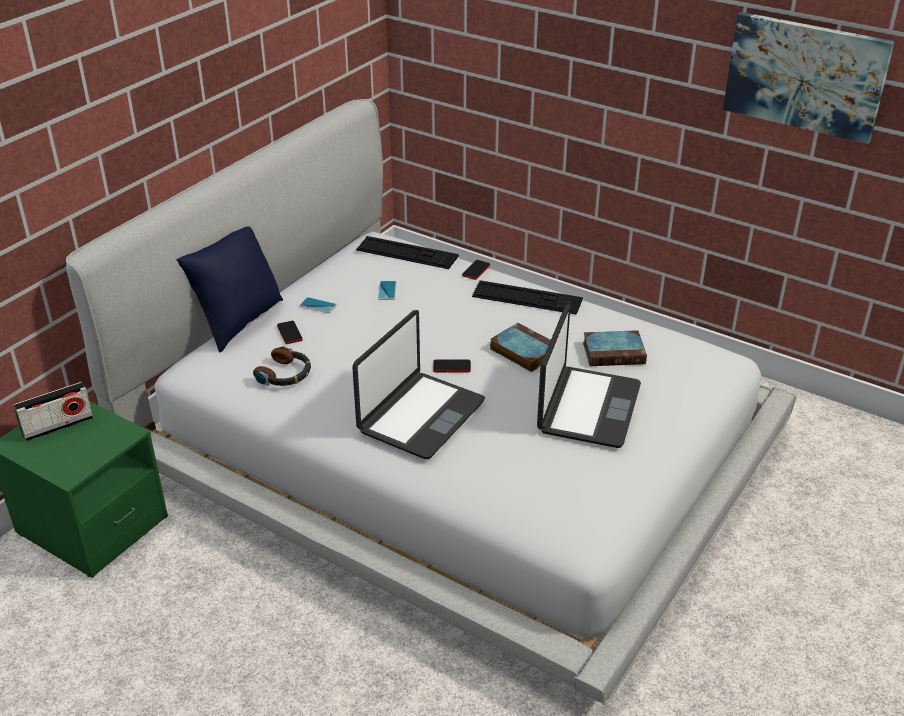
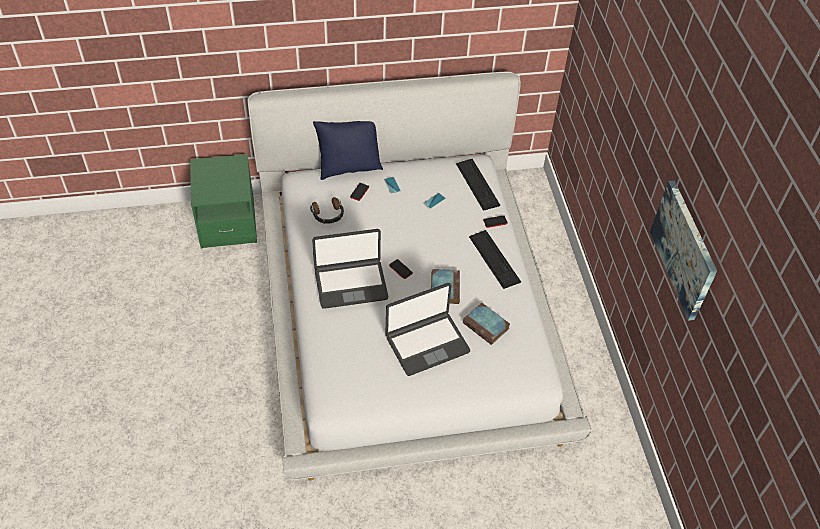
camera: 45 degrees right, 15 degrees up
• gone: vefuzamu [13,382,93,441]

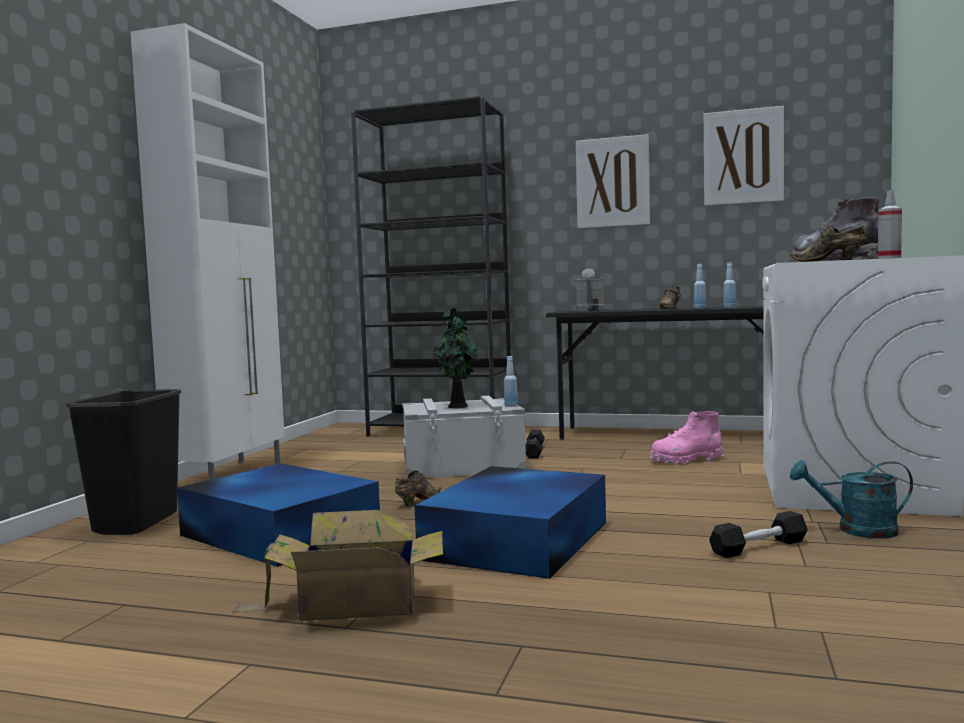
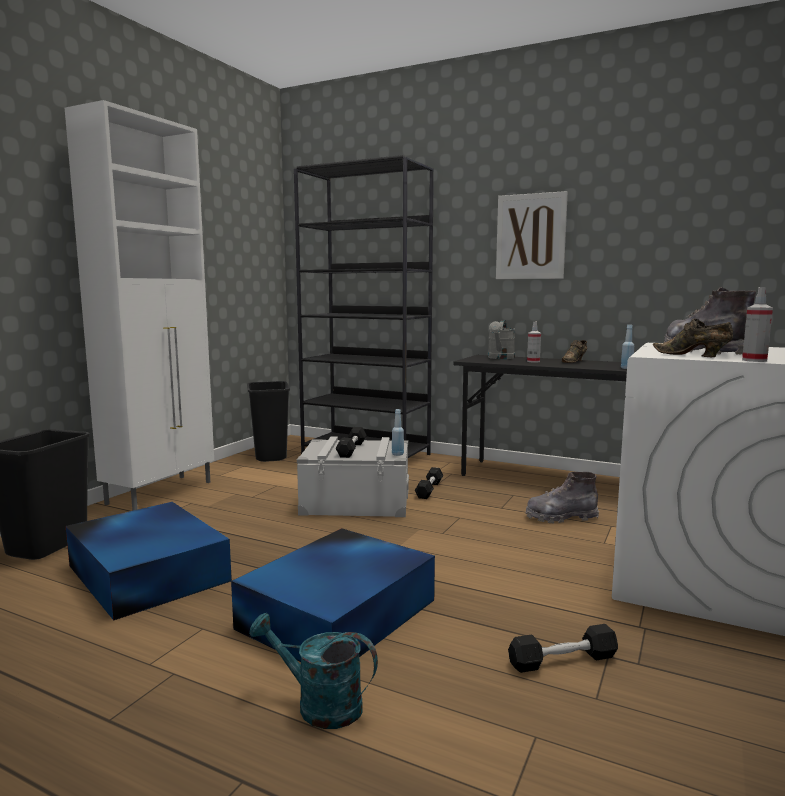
camera: 10 degrees right, 5 degrees up
• gone: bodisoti [704,106,784,206]
• gone: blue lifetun [694,264,706,309]
• swapped: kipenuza [433,308,479,408] to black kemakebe [336,427,367,458]
• repainted: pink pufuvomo [650,411,724,465] to grey pufuvomo [525,472,599,524]
• shifted: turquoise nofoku [790,460,913,539] to [249,613,378,729]
• gone: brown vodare [395,470,442,506]
• gone: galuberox [233,510,443,621]
• new: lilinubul [527,322,541,363]
• new: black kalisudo [247,381,290,462]

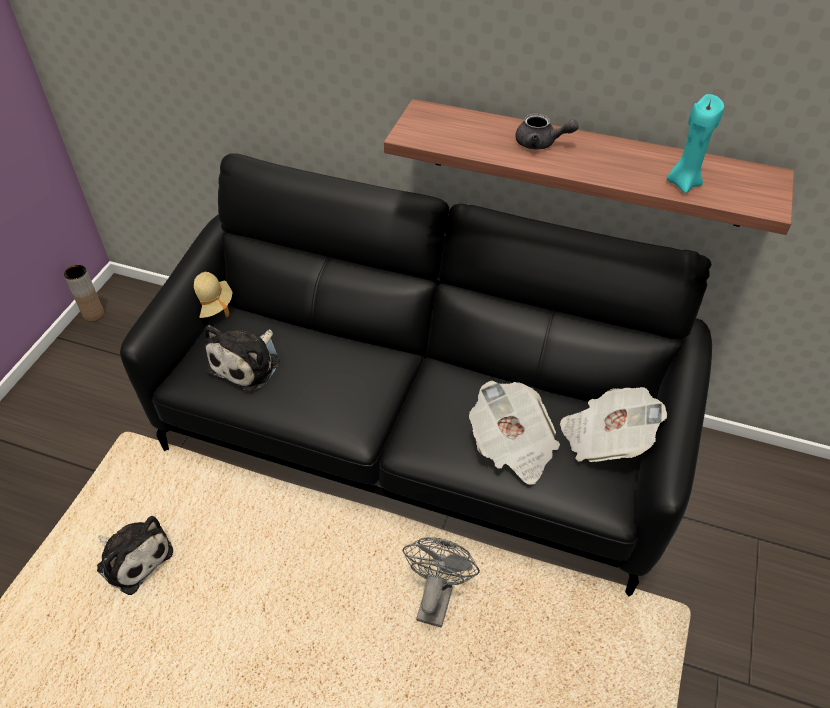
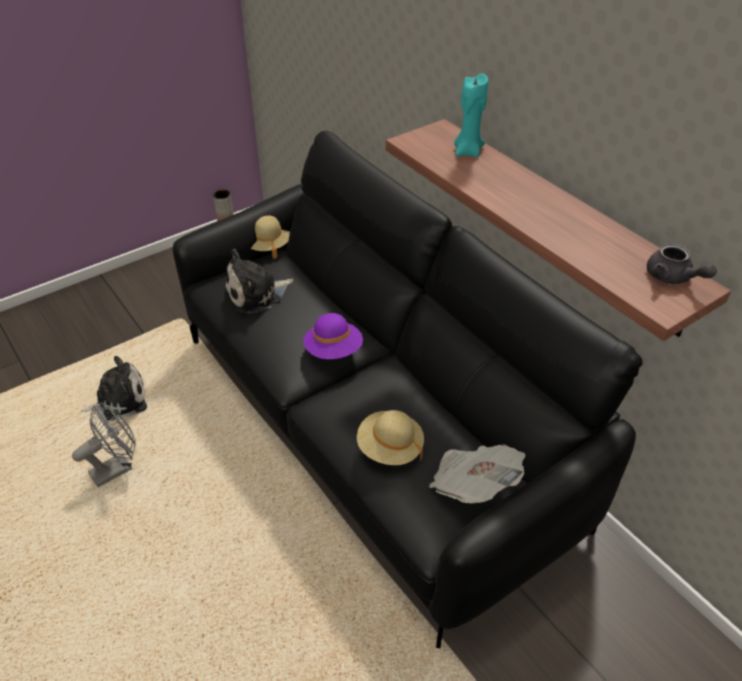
camera: 35 degrees right, 5 degrees down
• shifted: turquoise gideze [667,94,724,193] to [454,73,488,157]
• shifted: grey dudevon [515,113,579,150] to [647,243,717,284]
• swapped: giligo [469,381,560,485] to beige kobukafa [357,410,424,465]
• rotated: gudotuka [97,516,173,595] = [81,356,147,420] 90 degrees counterclockwise
• shifted: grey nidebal [403,537,480,627] to [72,405,136,487]
• new: purple kobukafa [303,313,363,359]

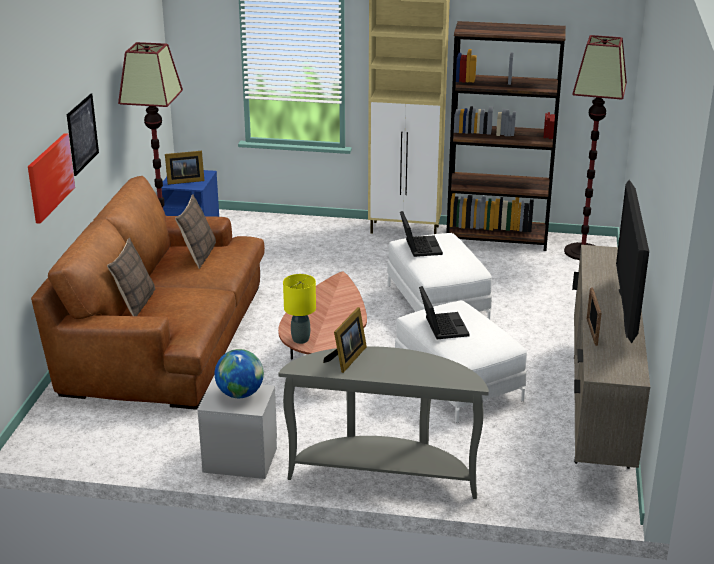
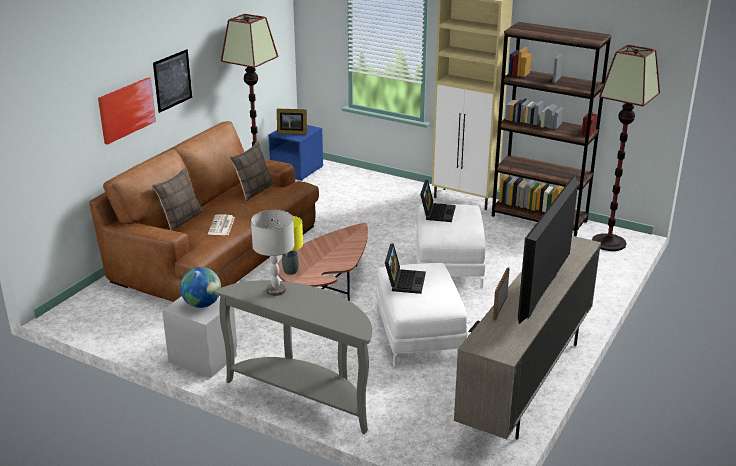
camera: 20 degrees right, 0 degrees up
• swapped: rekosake [323,307,367,373] to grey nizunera [251,210,295,296]
• new: giligo [208,215,235,235]

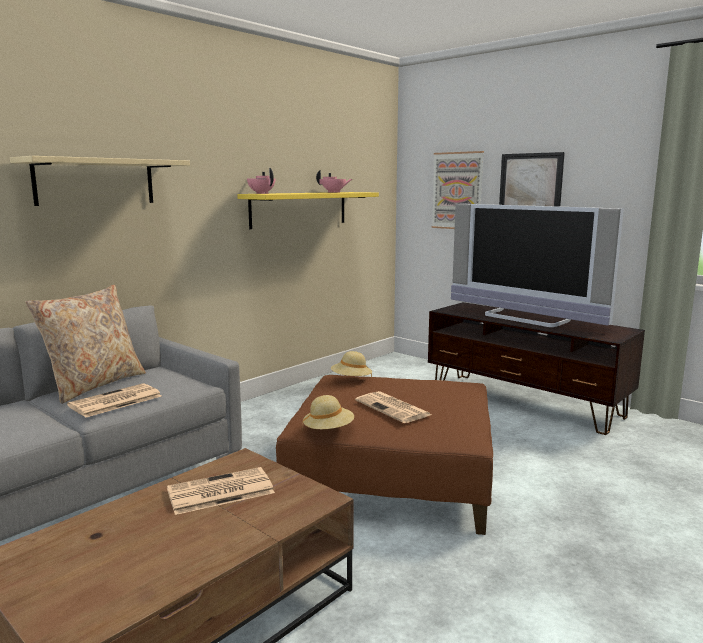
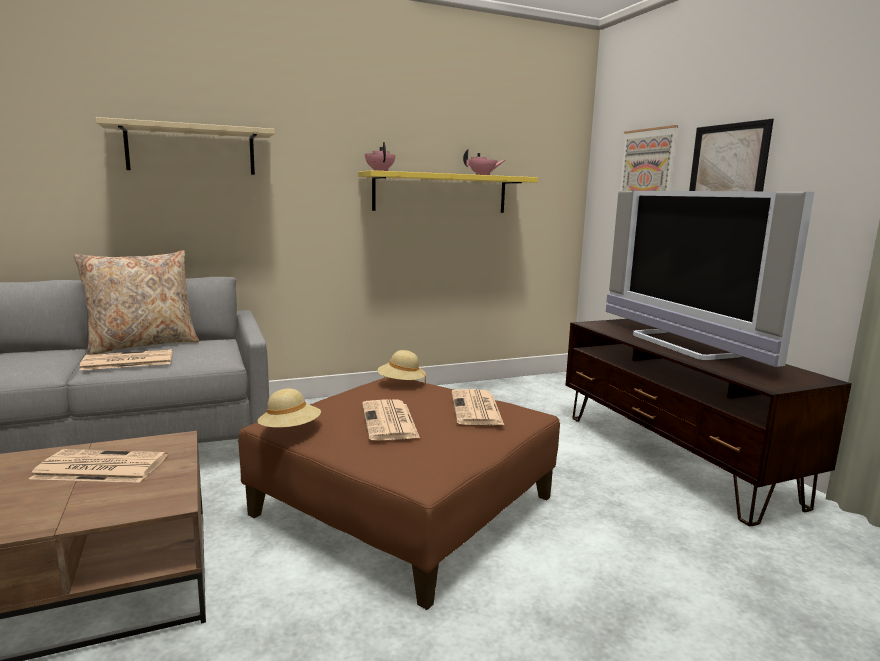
camera: 25 degrees right, 0 degrees up
• new: giligo [451,389,504,425]

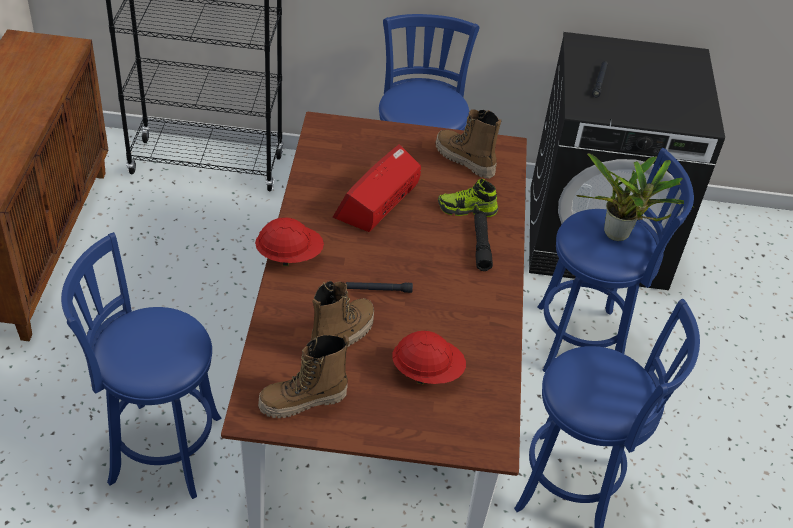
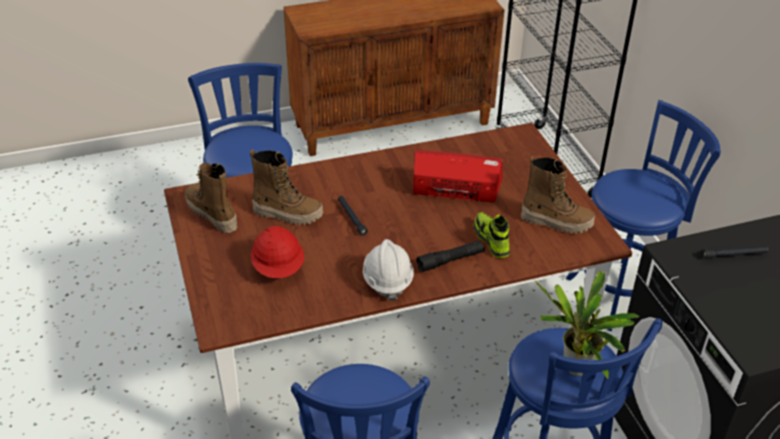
camera: 70 degrees right, 5 degrees down
• rotated: pufuvomo [435,109,502,179] = [521,156,595,234] 90 degrees clockwise
• gone: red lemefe [255,217,324,266]
• new: white lemefe [363,239,414,301]

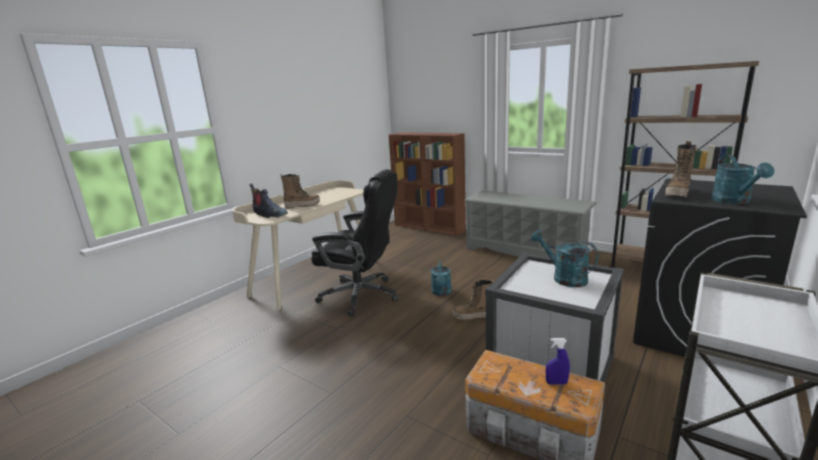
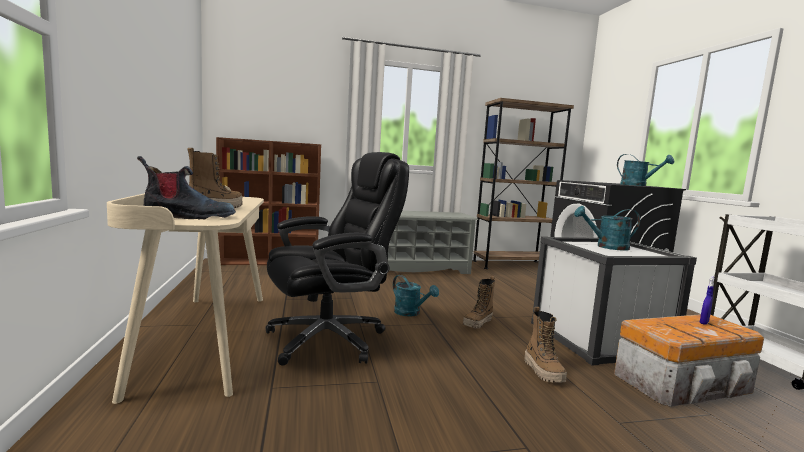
camera: 50 degrees left, 10 degrees down
• shifted: pufuvomo [665,141,698,197] to [524,307,567,382]

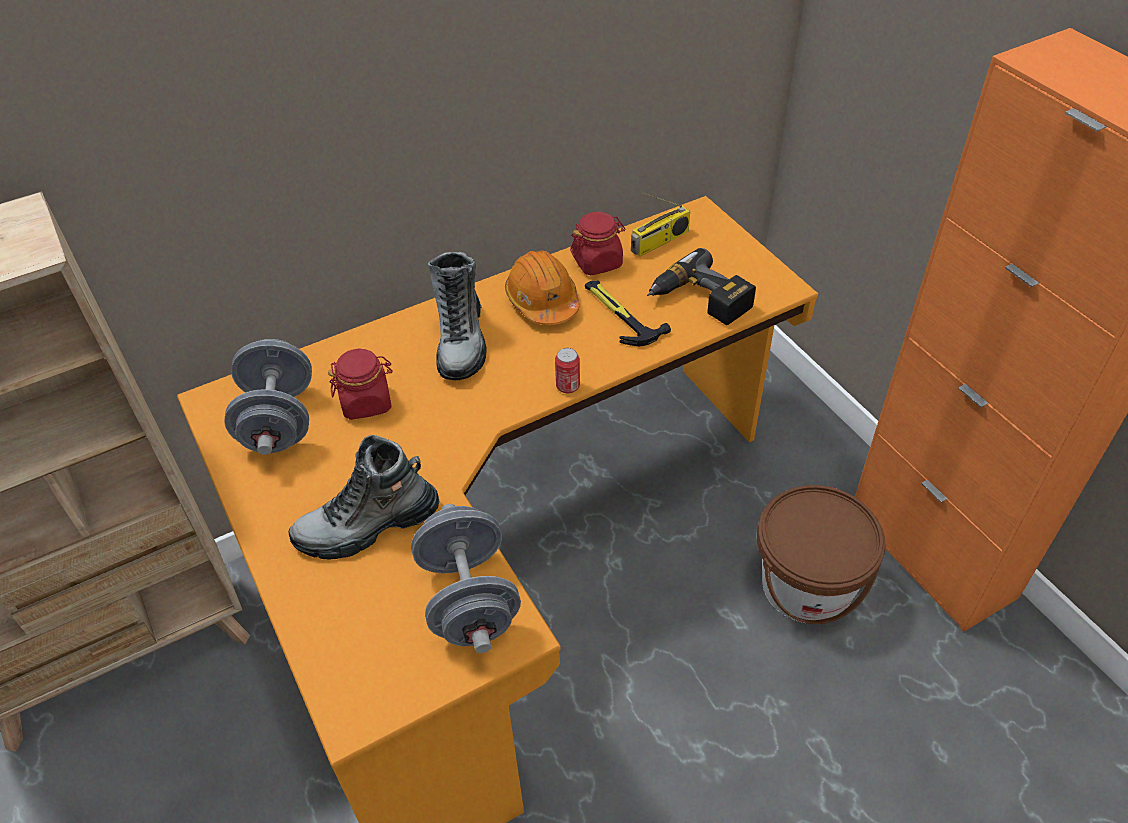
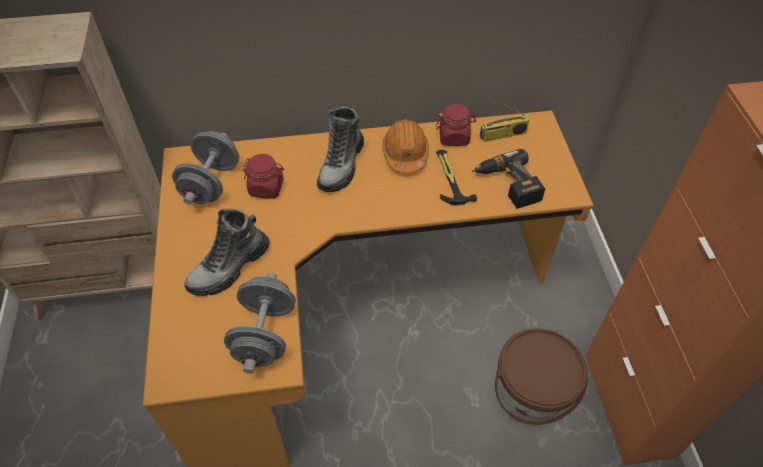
camera: 20 degrees right, 5 degrees up
• gone: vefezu [555,348,580,393]
• rotated: pufuvomo [288,435,439,560] = [184,209,270,296] 45 degrees counterclockwise

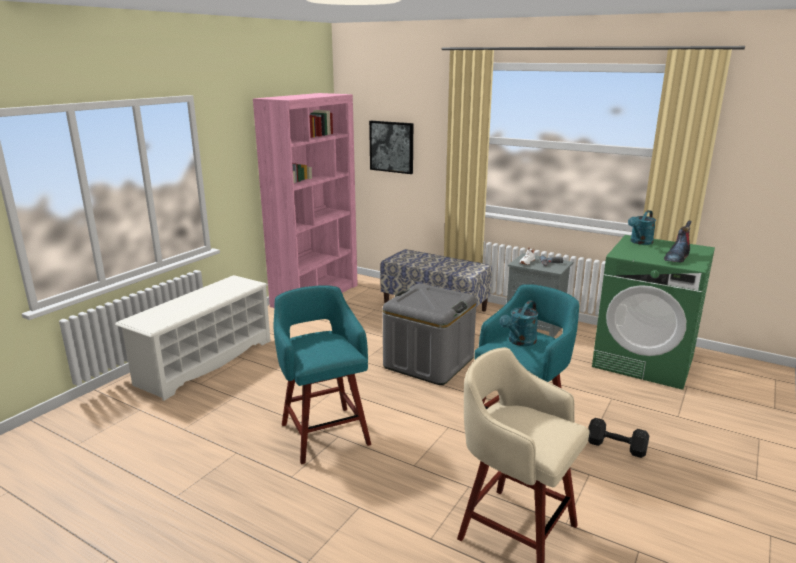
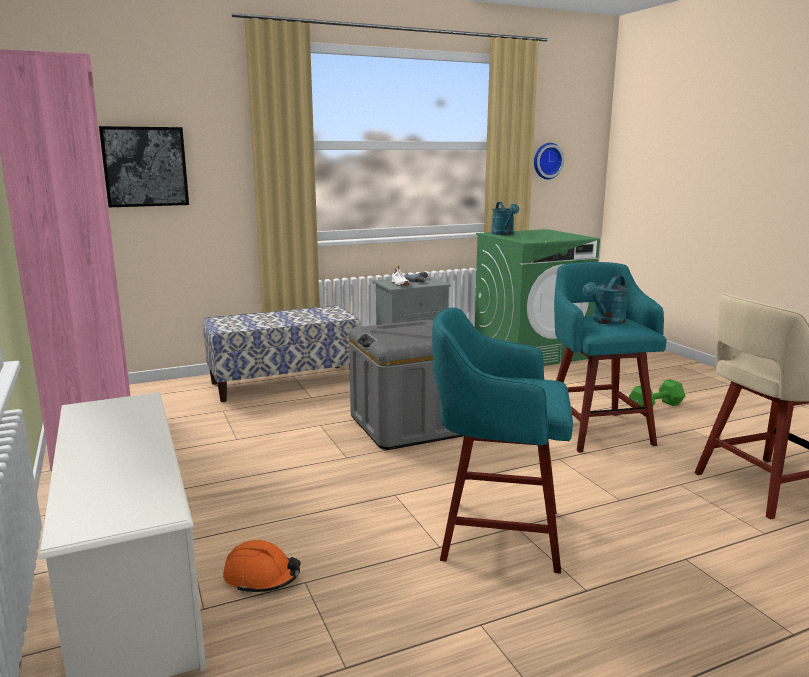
camera: 55 degrees left, 5 degrees down
• gone: pufuvomo [664,221,692,262]
• rotated: turquoise nofoku [500,300,539,346] = [583,275,628,325] 60 degrees clockwise
• repainted: black kemakebe [588,418,649,458] to green kemakebe [629,379,685,407]
• new: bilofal [534,143,564,179]
• new: orange lemefe [223,540,301,593]

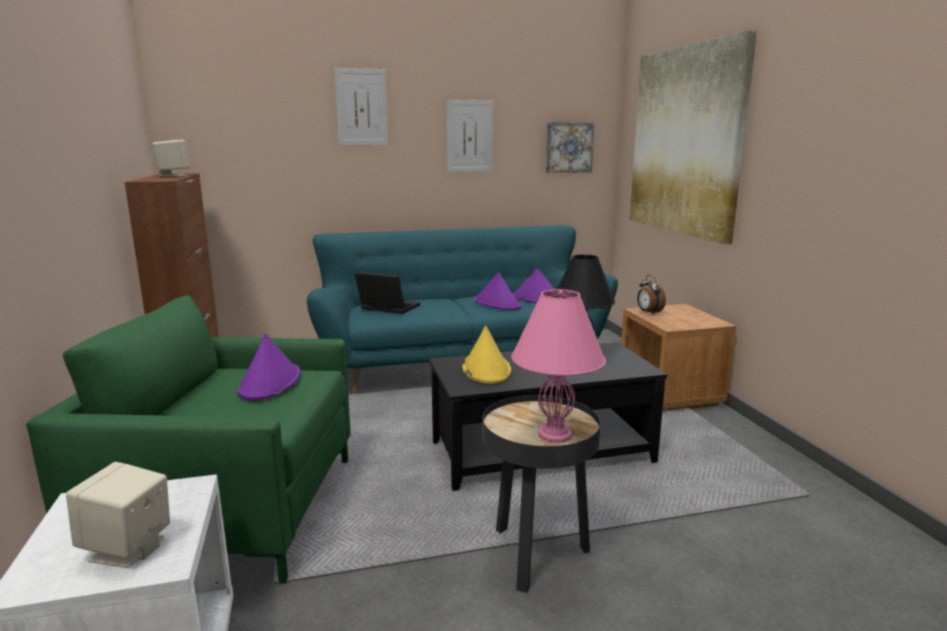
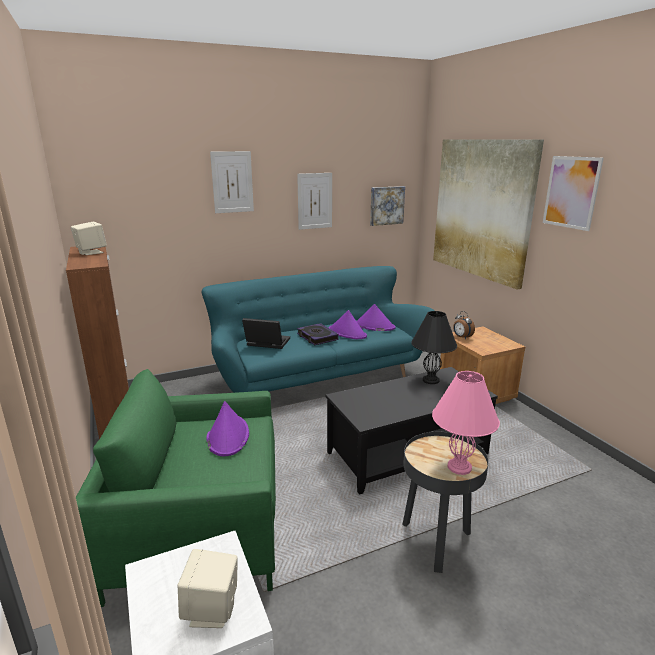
camera: 10 degrees left, 5 degrees up
• gone: yellow kobukafa [462,325,511,384]
• new: bodisoti [543,156,604,231]
• new: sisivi [297,323,339,345]

